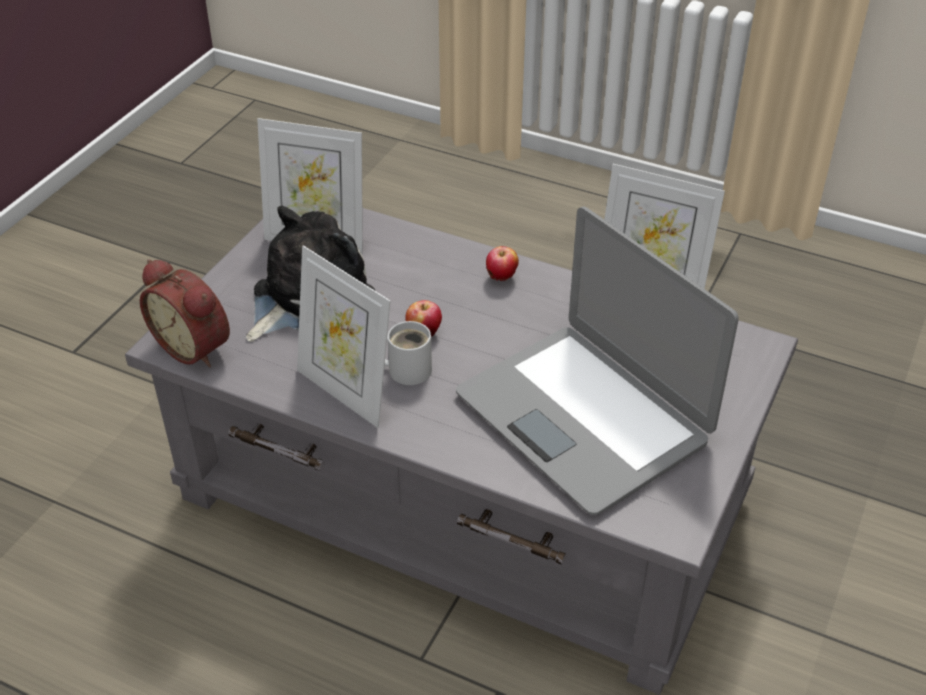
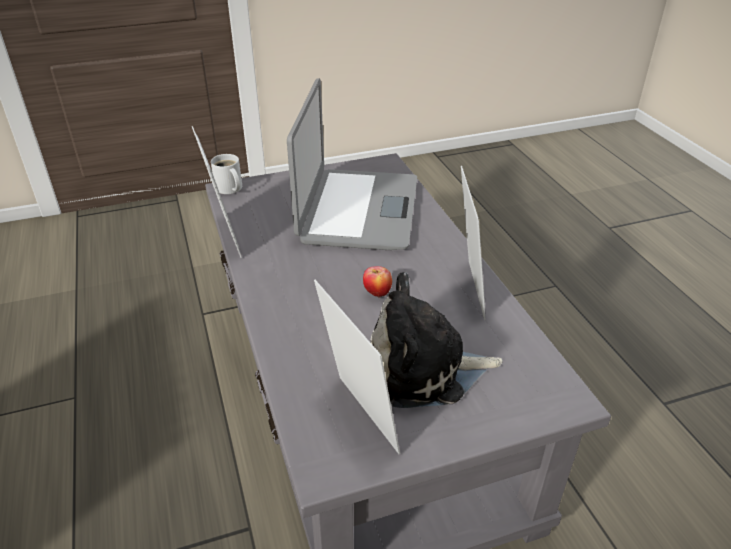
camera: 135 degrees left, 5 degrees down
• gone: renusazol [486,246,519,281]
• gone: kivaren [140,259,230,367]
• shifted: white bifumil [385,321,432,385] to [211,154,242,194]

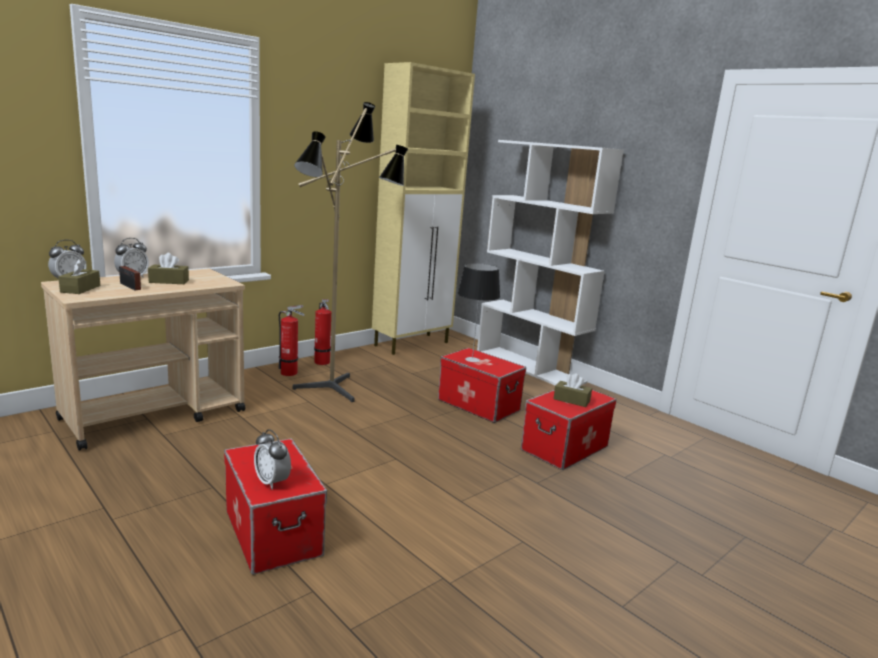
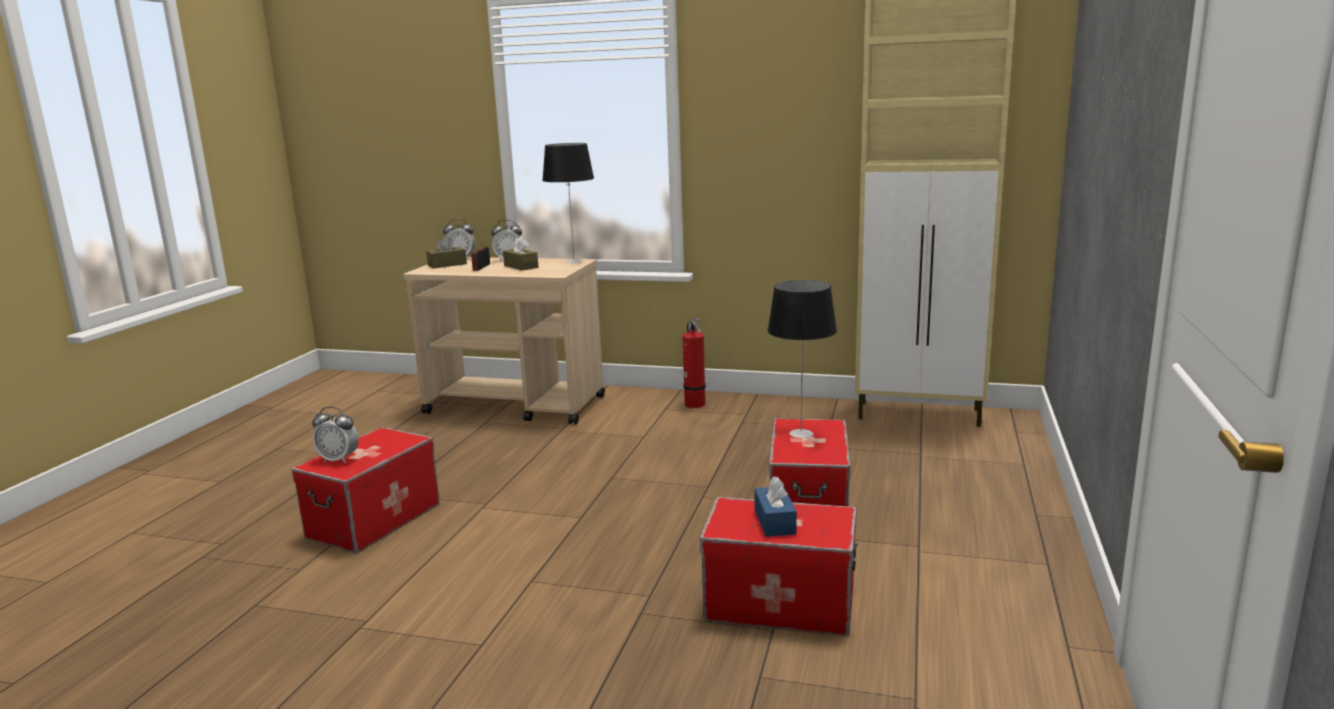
camera: 60 degrees right, 0 degrees up
• gone: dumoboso [292,102,408,402]
• gone: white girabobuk [477,140,624,386]
• gone: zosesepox [314,299,331,365]
• repainted: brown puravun [553,373,592,407] to blue puravun [754,476,797,537]
• rotated: kivaren [254,429,291,490] = [312,407,359,463] 90 degrees counterclockwise
• new: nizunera [542,143,594,263]

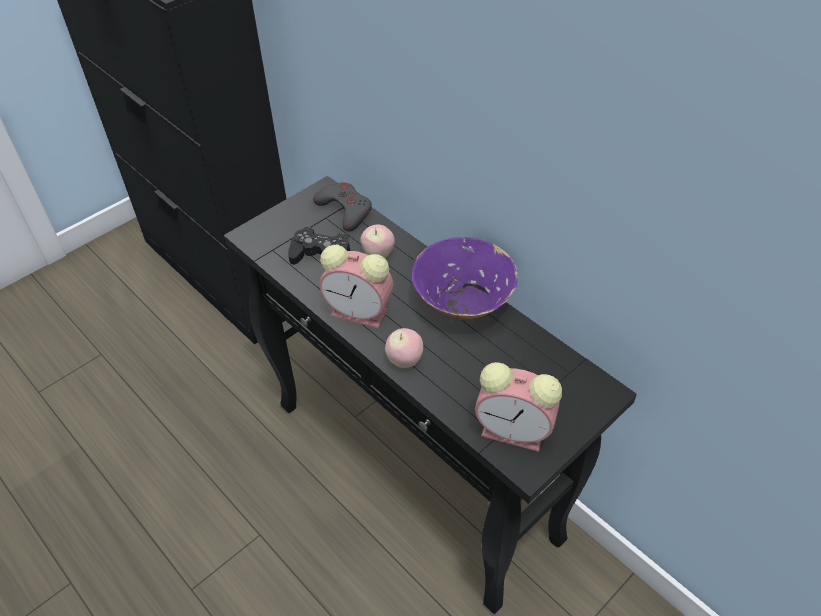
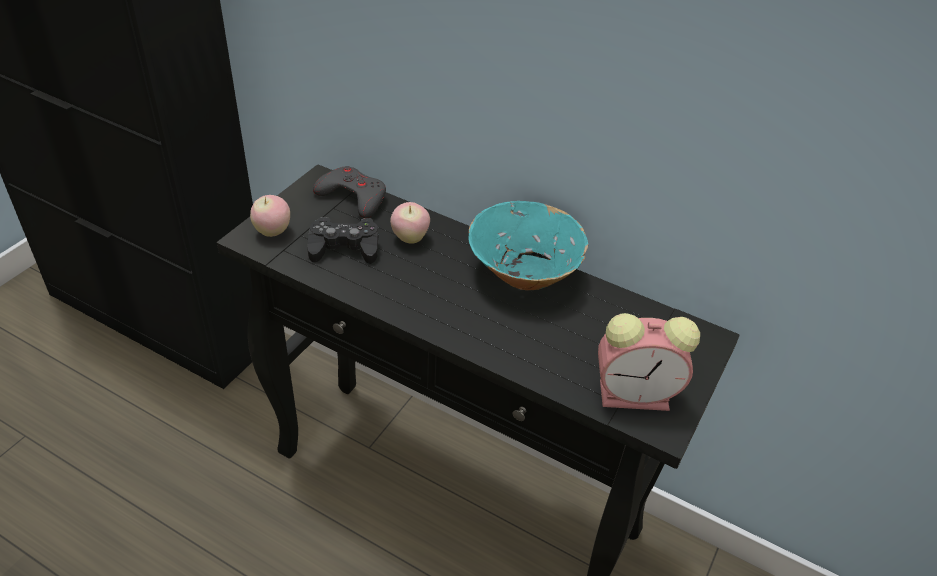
camera: 20 degrees left, 5 degrees down
• repainted: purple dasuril [412,237,518,320] to turquoise dasuril [468,201,588,290]
• gone: kivaren [319,245,394,329]
• shifted: renusazol [385,328,423,368] to [250,195,290,237]

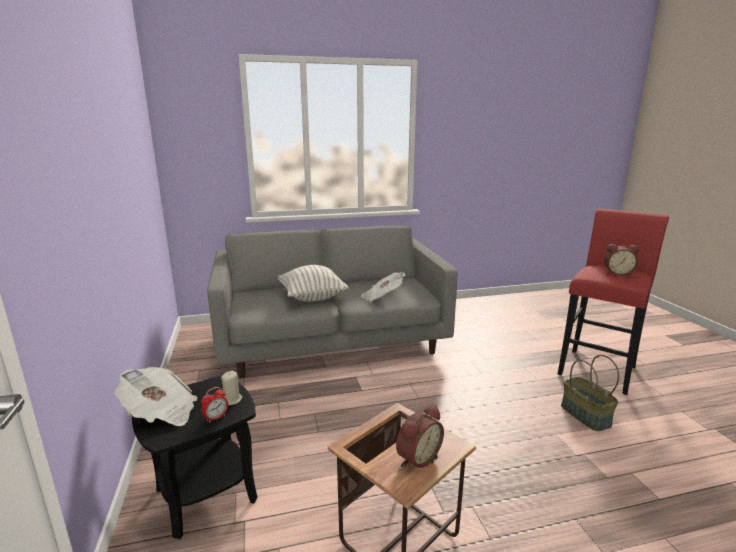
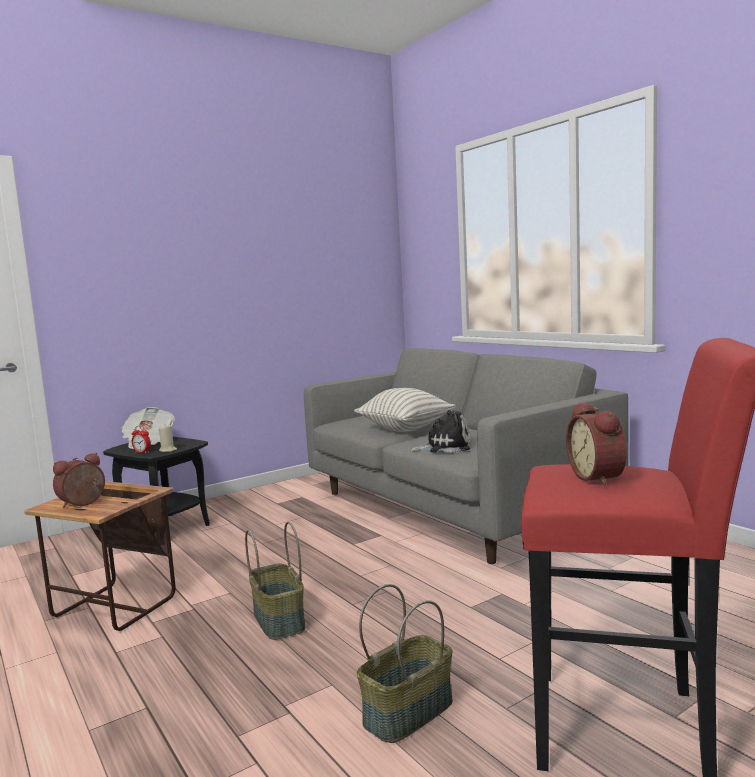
camera: 70 degrees right, 10 degrees down
• swapped: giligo [361,272,405,302] to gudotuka [410,410,470,453]
• rotated: kivaren [396,405,444,470] = [53,453,105,508] 105 degrees clockwise
• new: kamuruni [245,521,305,640]

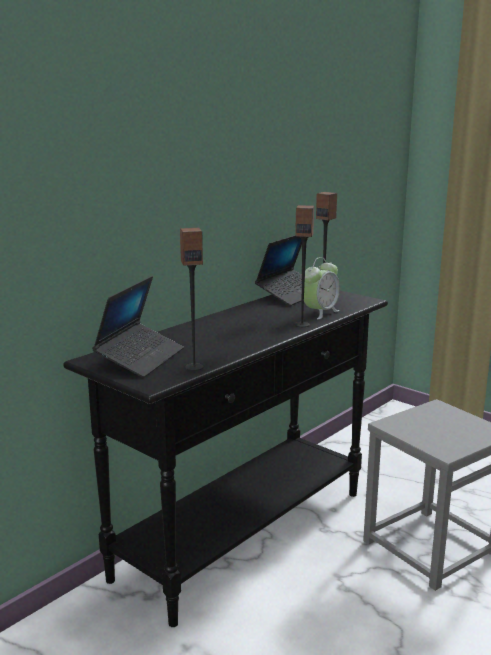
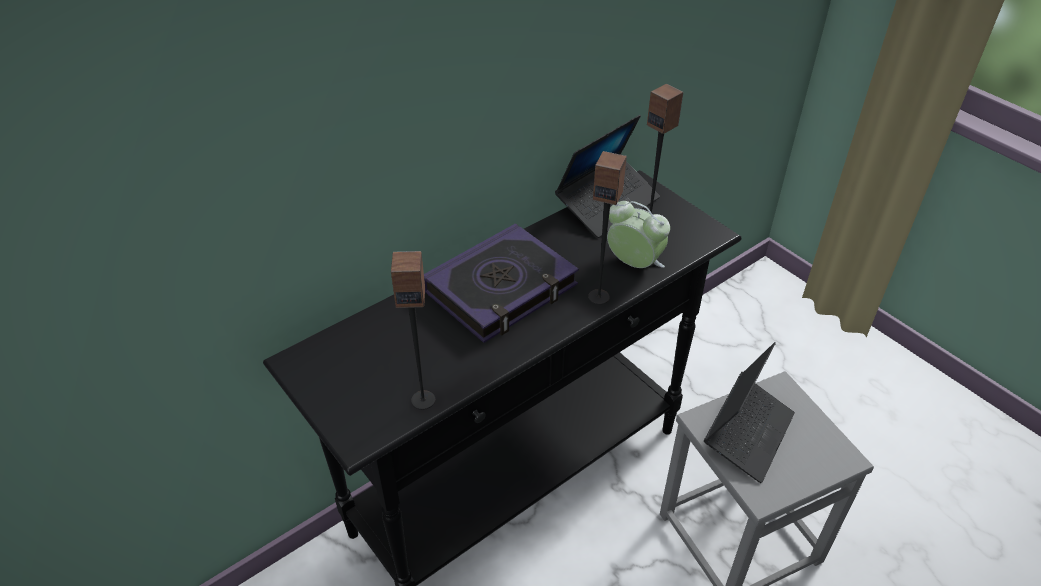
camera: 10 degrees right, 25 degrees up
• rotated: kivaren [304,257,340,319] = [607,201,670,268] 105 degrees counterclockwise
• shifted: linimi [92,276,184,378] to [704,342,795,483]
• new: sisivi [424,223,579,343]

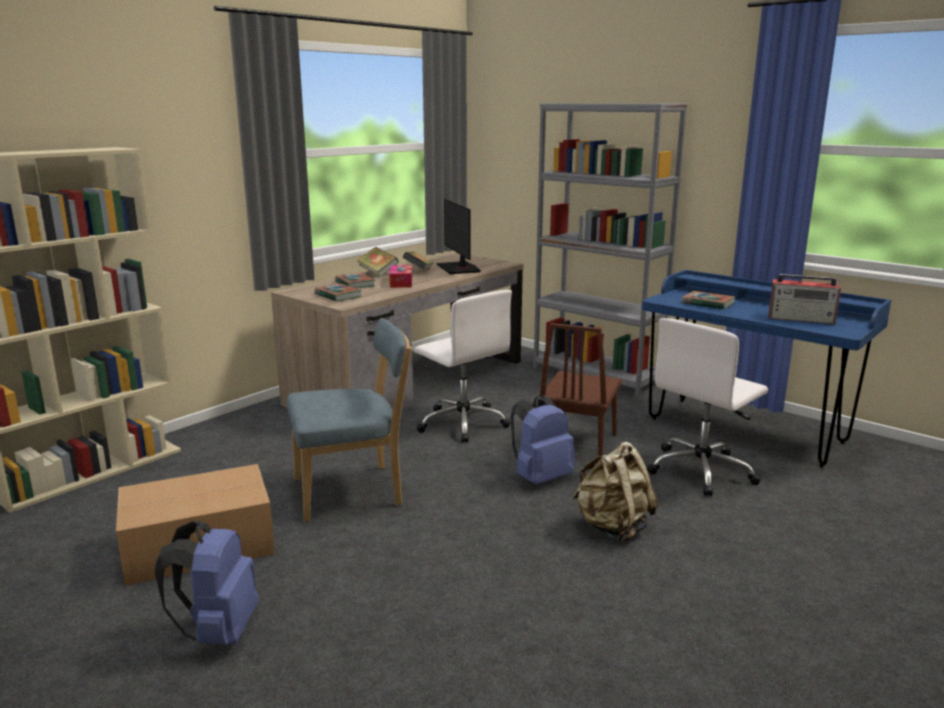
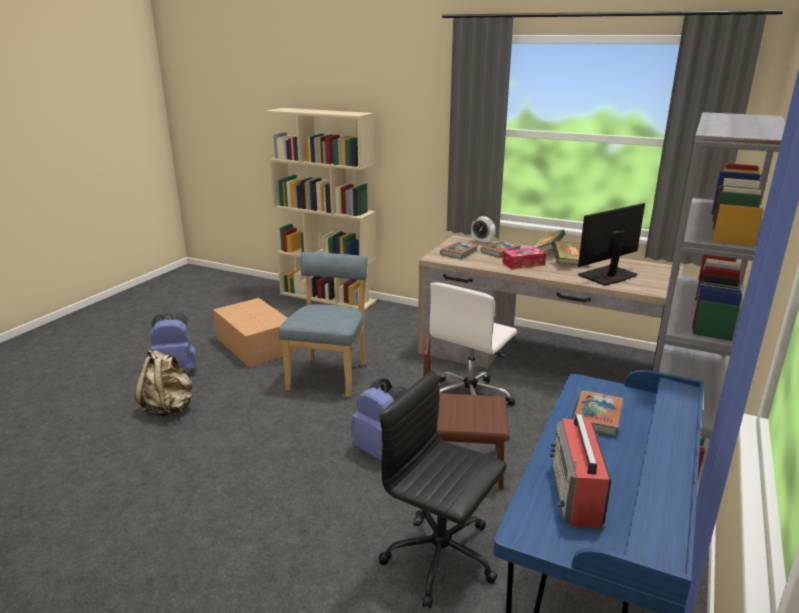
camera: 75 degrees right, 5 degrees up
• rotated: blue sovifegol [287,318,412,522] = [278,252,368,397] 135 degrees counterclockwise
• repainted: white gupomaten [647,318,768,496] to black gupomaten [379,370,507,608]
• shifted: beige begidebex [572,442,658,542] to [135,350,193,417]
• new: kivaren [471,216,495,245]

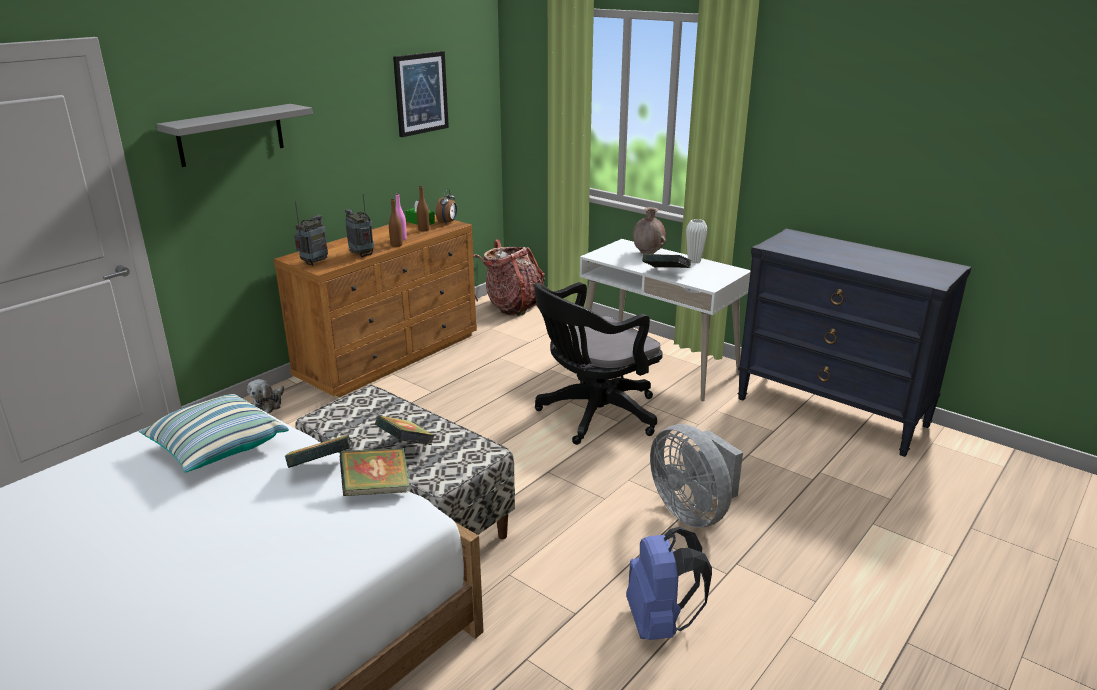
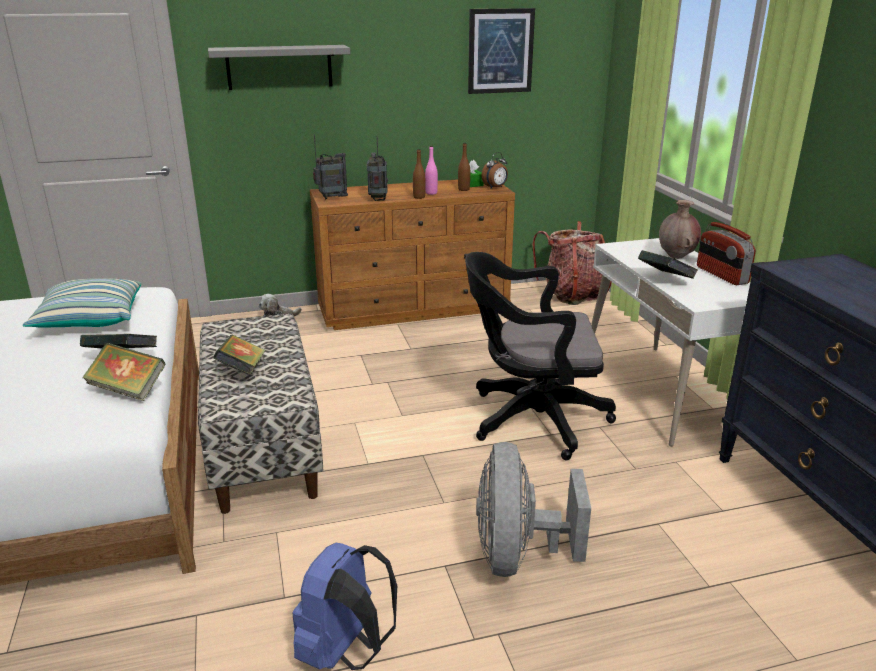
camera: 35 degrees right, 0 degrees up
• swapped: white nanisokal [686,219,708,263] to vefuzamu [697,222,756,285]

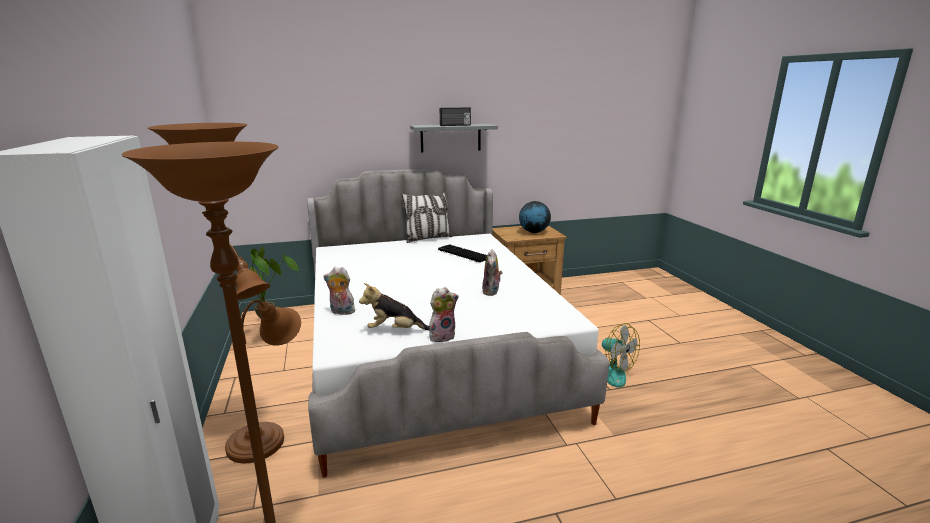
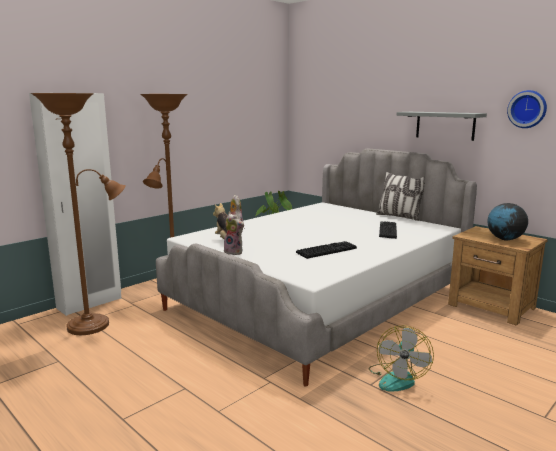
camera: 60 degrees right, 5 degrees down
• gone: vefuzamu [440,107,471,126]
• swapped: gudotuka [482,249,502,296] to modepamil [296,241,357,259]
• new: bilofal [507,90,547,128]

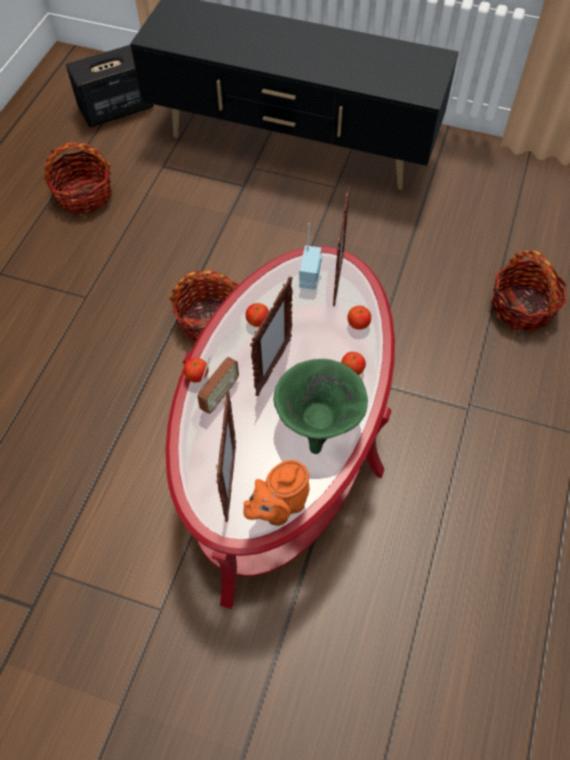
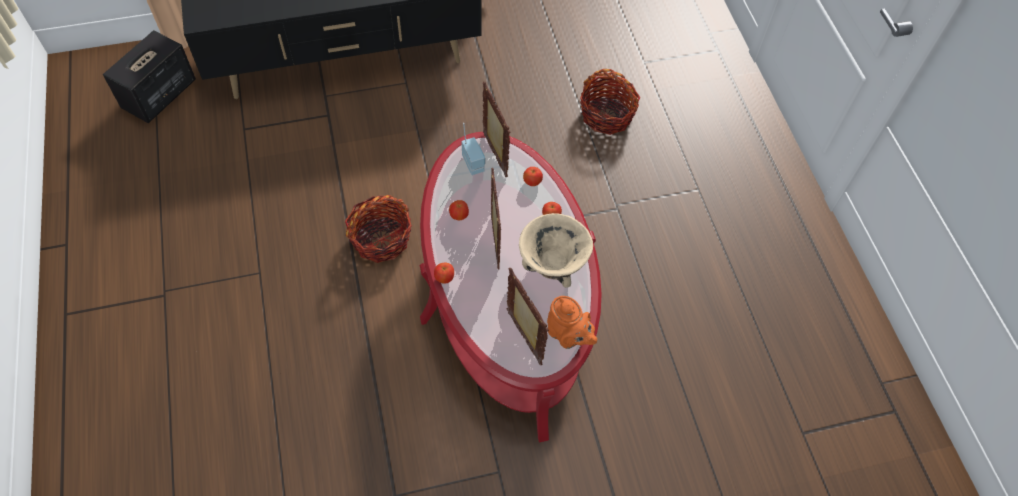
camera: 35 degrees left, 0 degrees up
• gone: kamuruni [43,141,112,214]
• gone: vefuzamu [197,356,239,414]
• repainted: green dasuril [273,359,368,454] to beige dasuril [519,213,593,288]
• rotated: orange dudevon [243,460,309,526] = [547,296,597,349] 60 degrees counterclockwise

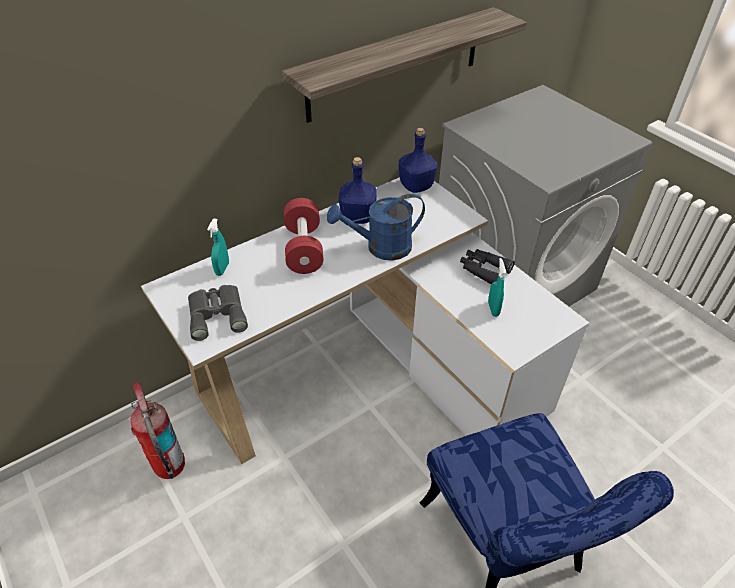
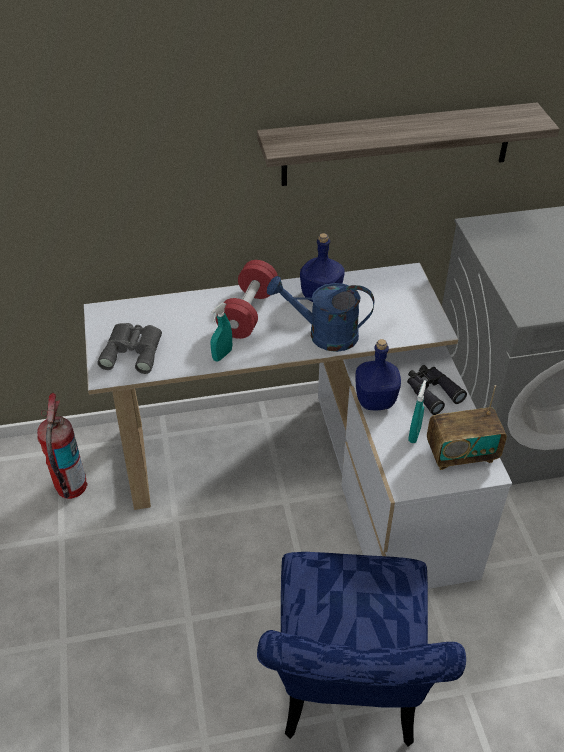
camera: 25 degrees right, 0 degrees up
• shifted: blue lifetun [399,128,437,193] to [355,339,401,410]
• shifted: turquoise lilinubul [207,218,229,276] to [211,303,232,361]
• new: vefuzamu [427,385,507,470]

